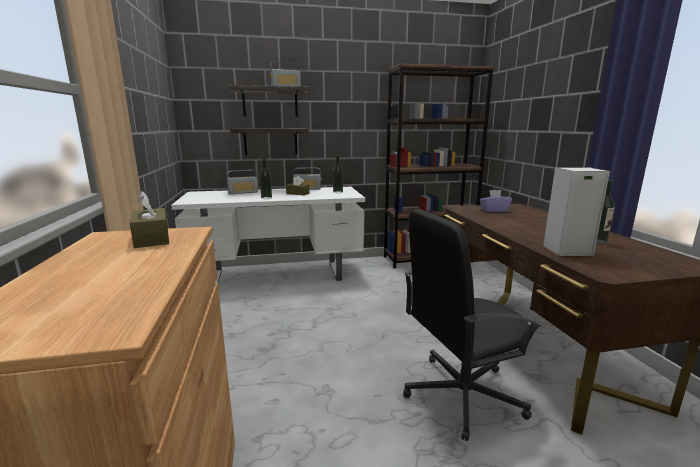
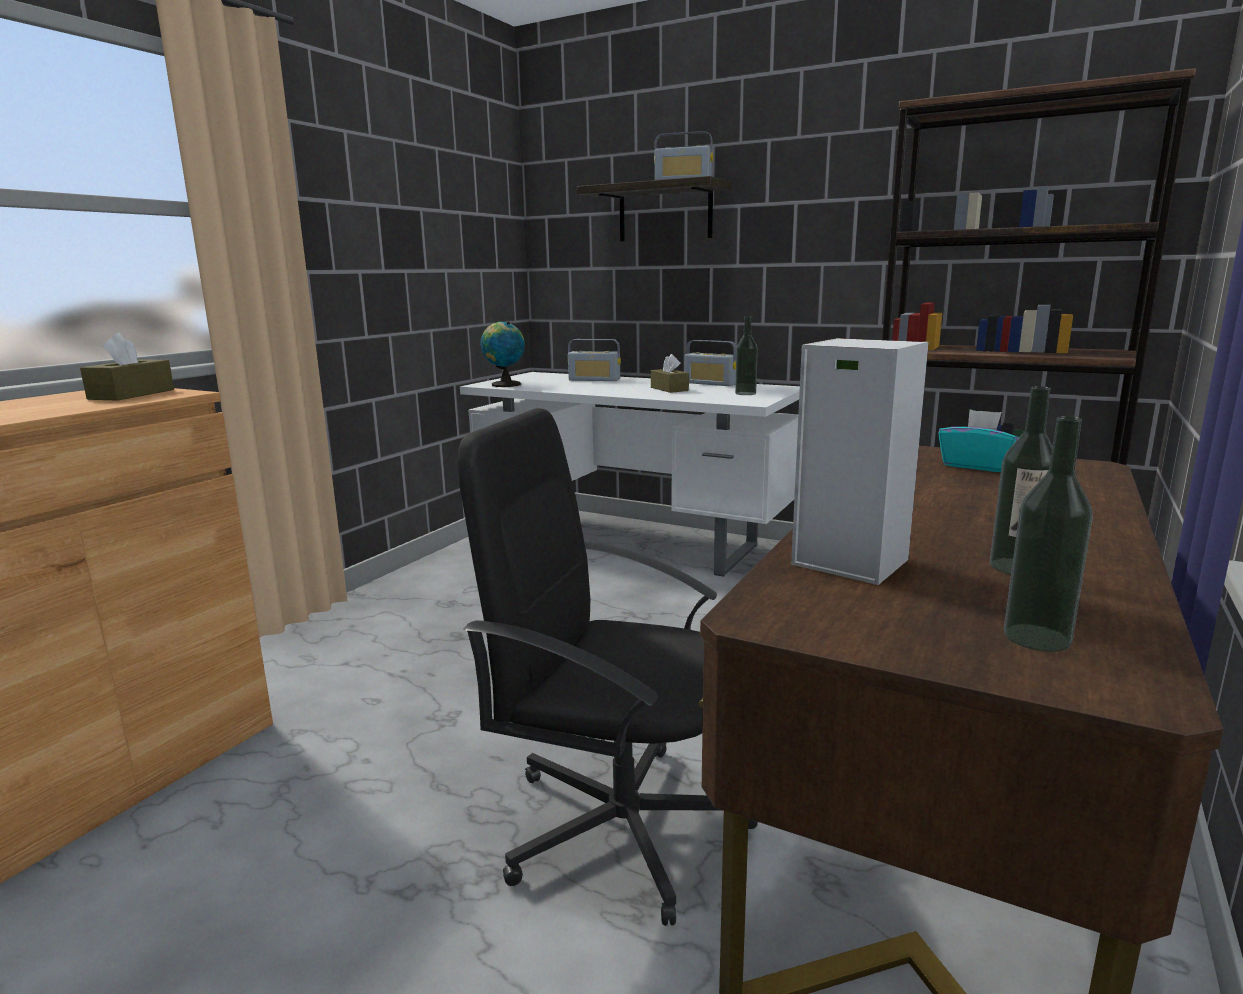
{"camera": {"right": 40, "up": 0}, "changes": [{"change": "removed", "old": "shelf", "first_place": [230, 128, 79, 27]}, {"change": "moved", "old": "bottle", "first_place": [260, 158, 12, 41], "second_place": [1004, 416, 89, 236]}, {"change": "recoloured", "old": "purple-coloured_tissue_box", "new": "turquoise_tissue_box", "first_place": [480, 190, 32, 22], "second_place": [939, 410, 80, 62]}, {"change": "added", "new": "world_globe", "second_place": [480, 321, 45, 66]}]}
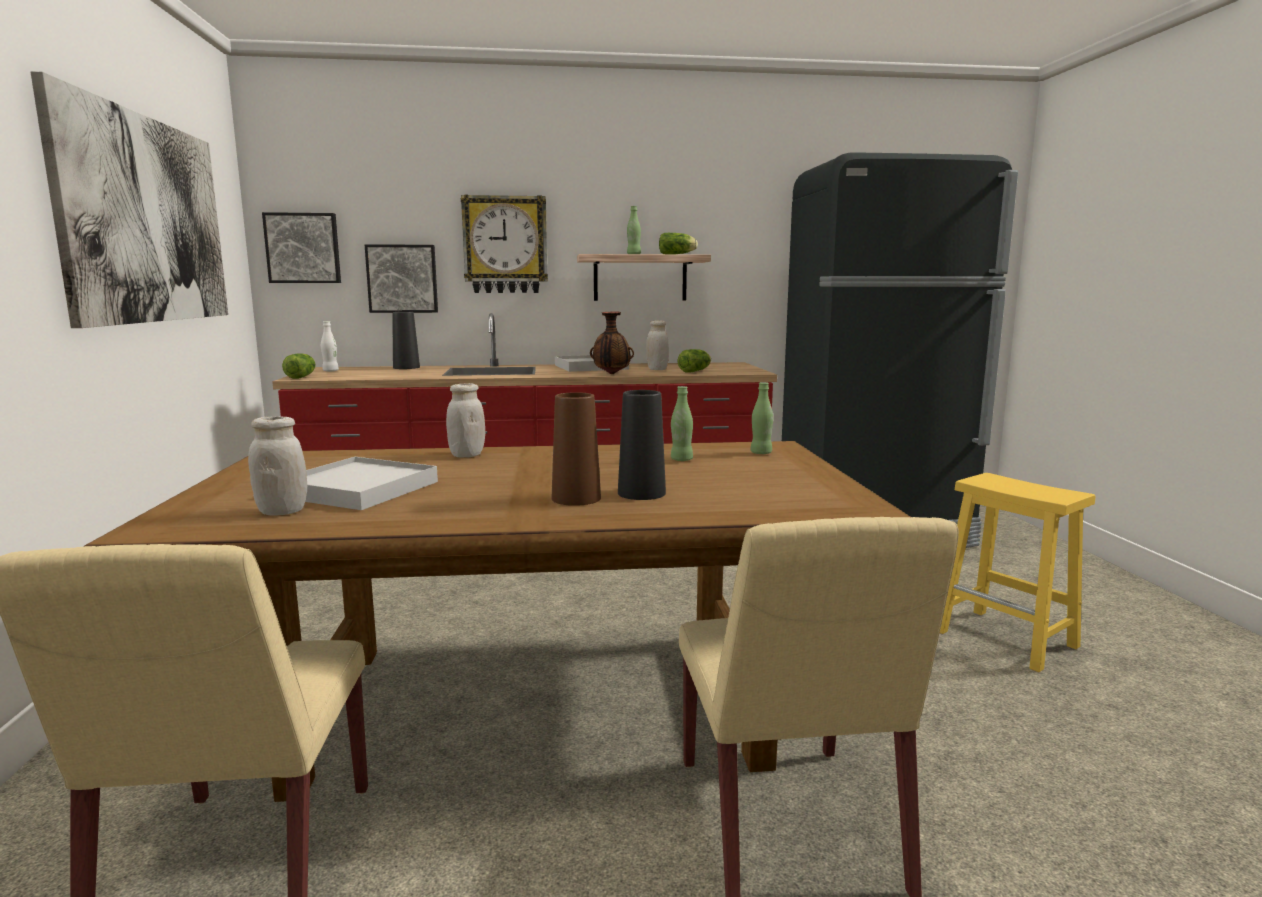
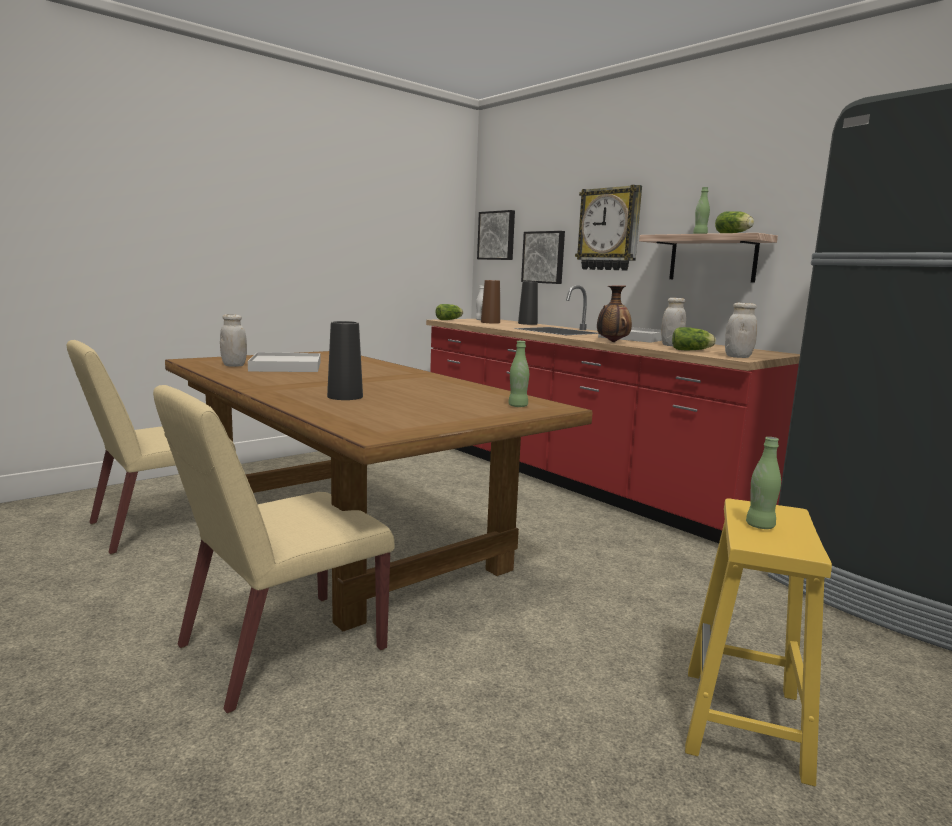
{"camera": {"right": 55, "up": 0}, "changes": [{"change": "removed", "old": "wall_art", "first_place": [31, 71, 197, 257]}, {"change": "moved", "old": "white-coloured_preserve_jar", "first_place": [446, 383, 39, 75], "second_place": [725, 302, 32, 56]}, {"change": "moved", "old": "brown_vase", "first_place": [552, 392, 49, 114], "second_place": [481, 280, 19, 44]}, {"change": "moved", "old": "green_bottle", "first_place": [671, 386, 22, 75], "second_place": [746, 437, 35, 92]}]}
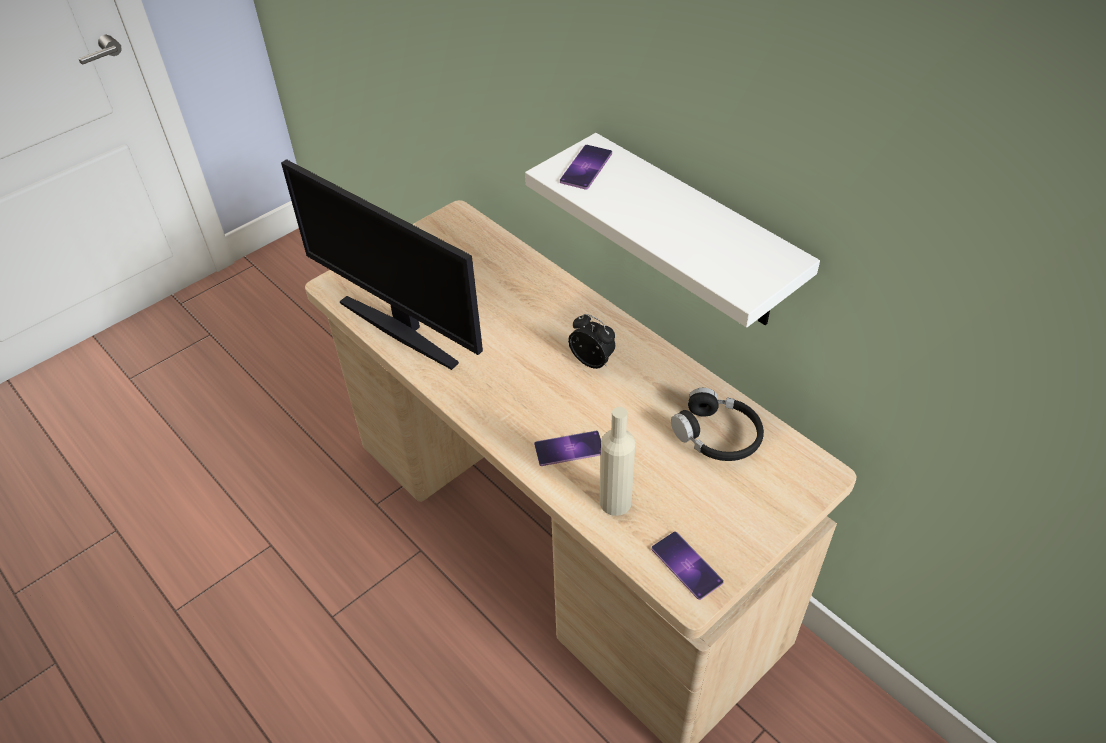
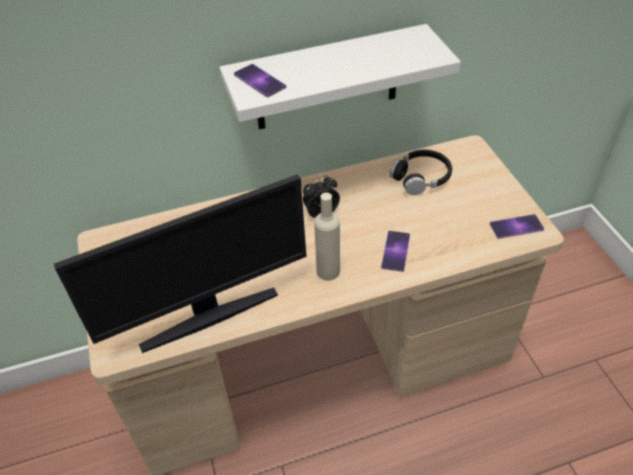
{"camera": {"right": -65, "up": 0}, "changes": [{"change": "moved", "old": "sand-coloured_bottle", "first_place": [600, 407, 36, 109], "second_place": [314, 193, 26, 88]}]}
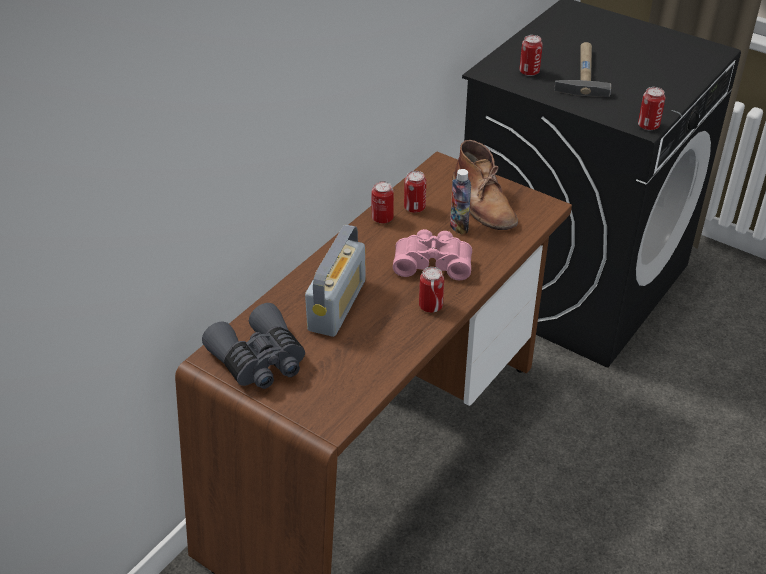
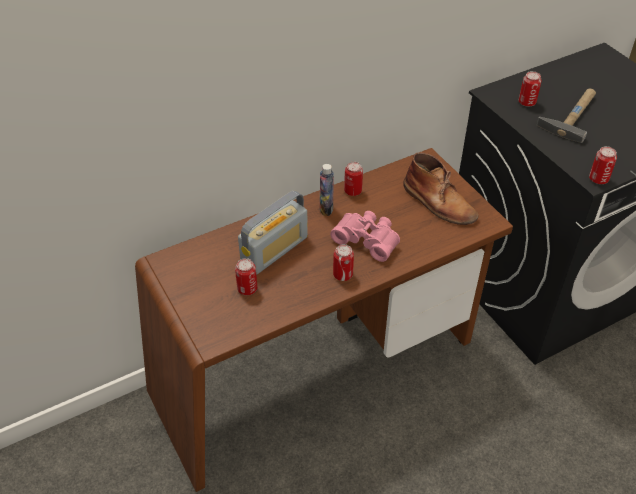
{"camera": {"right": 25, "up": 5}, "changes": [{"change": "removed", "old": "greyish_binoculars", "first_place": [202, 303, 103, 86]}, {"change": "moved", "old": "can", "first_place": [404, 171, 22, 42], "second_place": [235, 258, 22, 37]}, {"change": "moved", "old": "bottle", "first_place": [450, 169, 21, 65], "second_place": [320, 164, 14, 52]}, {"change": "turned", "old": "brown_high-top_boot", "first_place": [452, 140, 66, 90], "second_place": [403, 152, 75, 73], "degrees": -45}]}
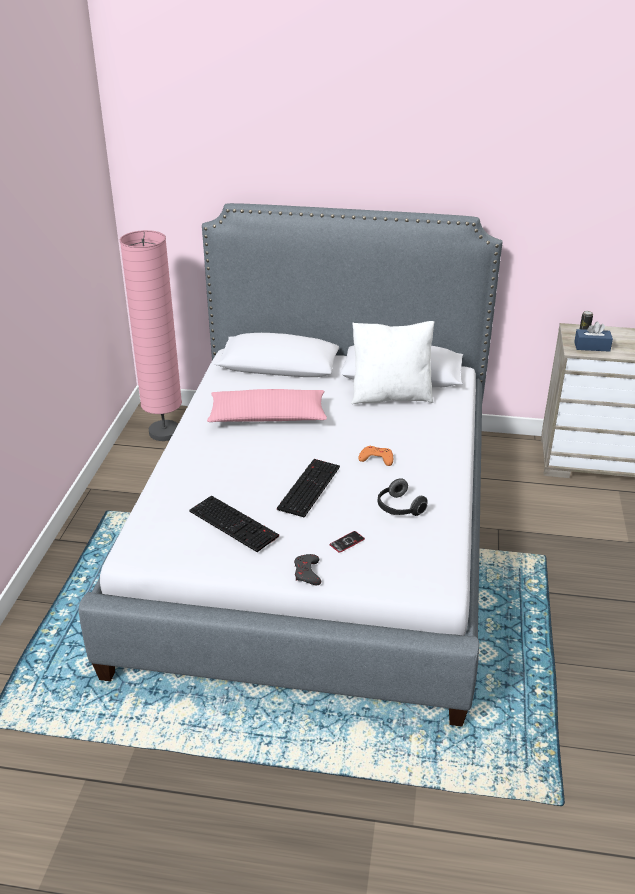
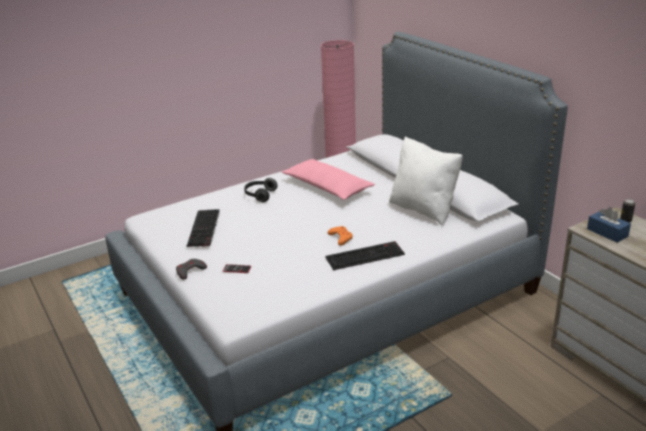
{"camera": {"right": 50, "up": -5}, "changes": [{"change": "moved", "old": "PC_keyboard", "first_place": [277, 459, 63, 59], "second_place": [325, 241, 80, 29]}, {"change": "moved", "old": "headphones", "first_place": [378, 478, 50, 38], "second_place": [244, 178, 33, 24]}]}
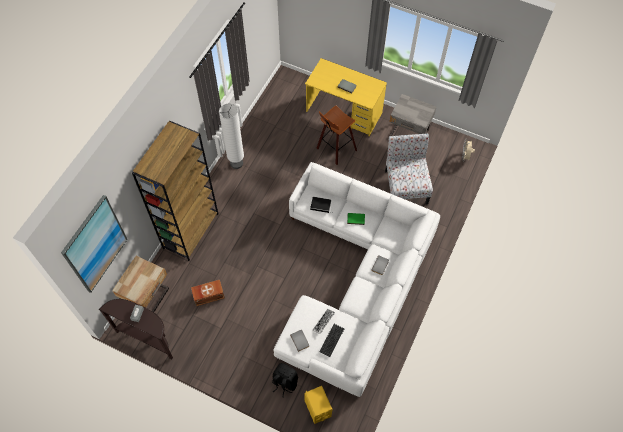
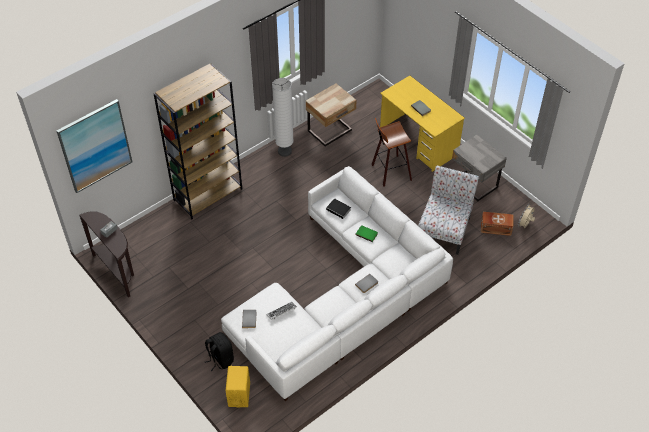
{"camera": {"right": 25, "up": -10}, "changes": [{"change": "moved", "old": "sand-coloured_nightstand", "first_place": [112, 256, 57, 56], "second_place": [306, 83, 51, 64]}, {"change": "moved", "old": "brown_storage_bin", "first_place": [191, 280, 34, 26], "second_place": [481, 212, 33, 24]}, {"change": "removed", "old": "PC_keyboard", "first_place": [319, 324, 25, 33]}]}
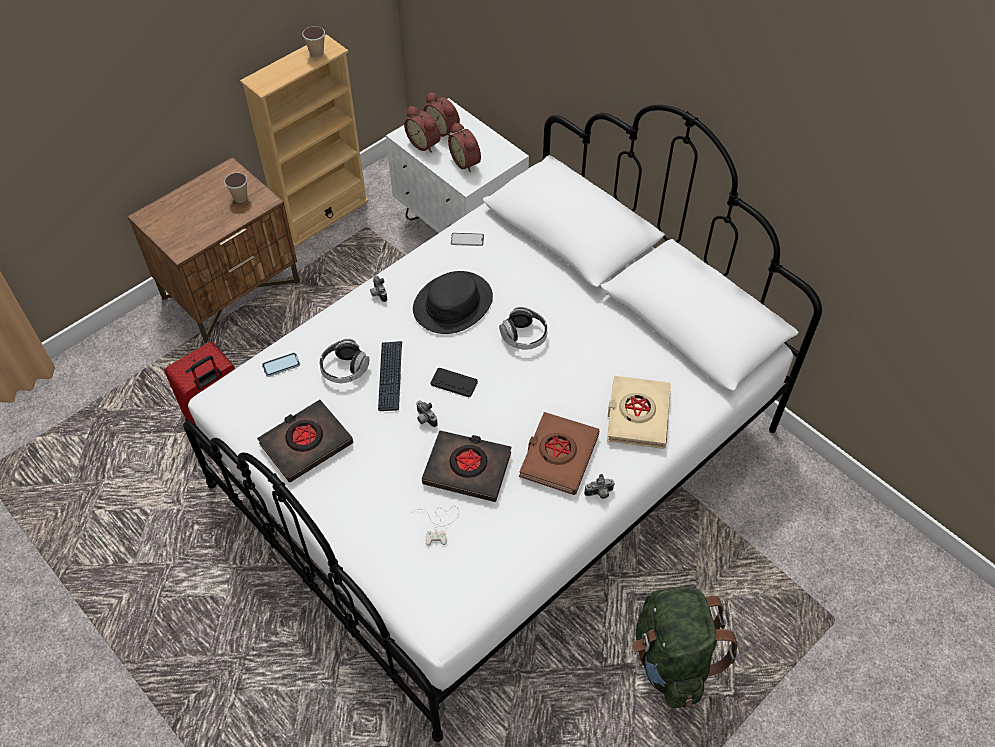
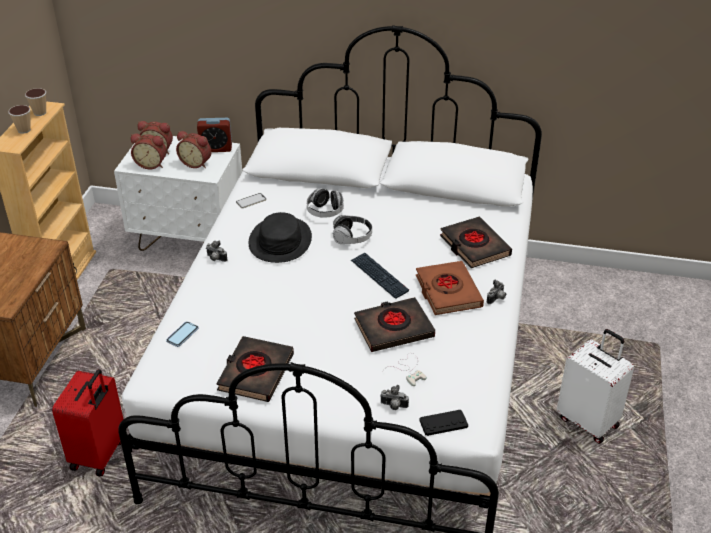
{"camera": {"right": -35, "up": -15}, "changes": [{"change": "moved", "old": "small_cup", "first_place": [224, 173, 23, 30], "second_place": [8, 105, 23, 29]}, {"change": "moved", "old": "headphones", "first_place": [319, 339, 50, 44], "second_place": [307, 188, 37, 30]}, {"change": "moved", "old": "PC_keyboard", "first_place": [378, 341, 24, 70], "second_place": [351, 253, 58, 46]}, {"change": "moved", "old": "photo_camera", "first_place": [416, 400, 22, 27], "second_place": [380, 385, 29, 25]}, {"change": "moved", "old": "black_game_controller", "first_place": [430, 368, 48, 29], "second_place": [419, 410, 49, 26]}, {"change": "recoloured", "old": "sand-coloured_book", "new": "black_book", "first_place": [607, 376, 64, 73], "second_place": [440, 217, 72, 51]}, {"change": "replaced", "old": "green_knapsack", "new": "white-coloured_piece_of_luggage", "first_place": [632, 587, 107, 121], "second_place": [557, 329, 77, 115]}, {"change": "added", "new": "table_clock", "second_place": [197, 118, 35, 34]}]}
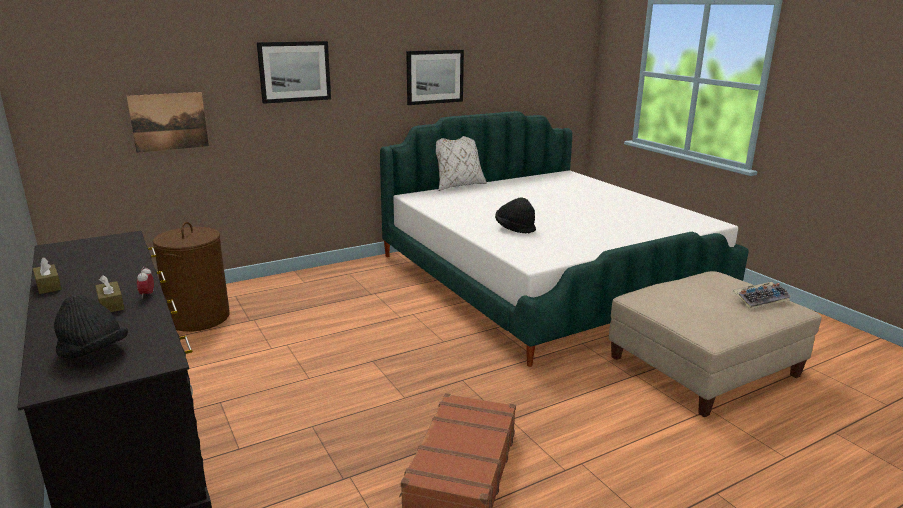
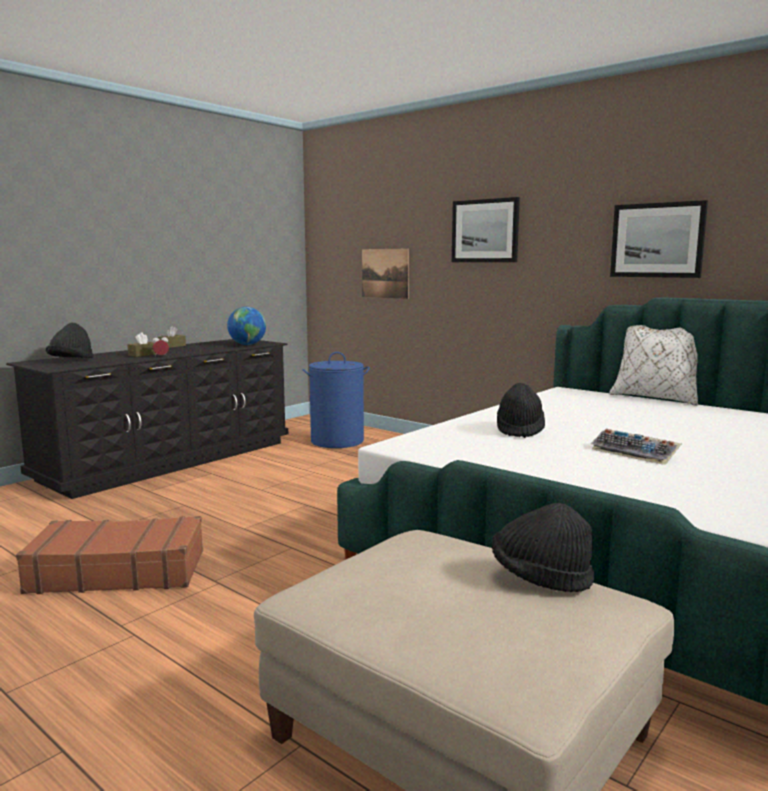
{"camera": {"right": 70, "up": -10}, "changes": [{"change": "recoloured", "old": "brown_washing_basket", "new": "blue-coloured_washing_basket", "first_place": [153, 222, 77, 110], "second_place": [302, 352, 68, 96]}, {"change": "moved", "old": "PC_keyboard", "first_place": [733, 282, 58, 27], "second_place": [591, 429, 90, 36]}, {"change": "added", "new": "world_globe", "second_place": [227, 307, 39, 38]}, {"change": "added", "new": "black_clothing_hat", "second_place": [492, 503, 102, 89]}]}
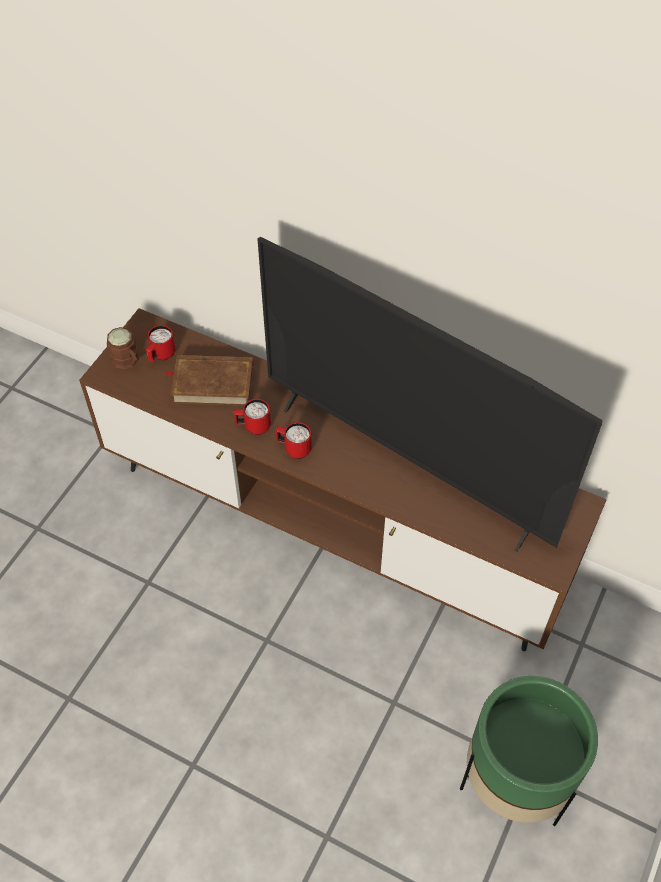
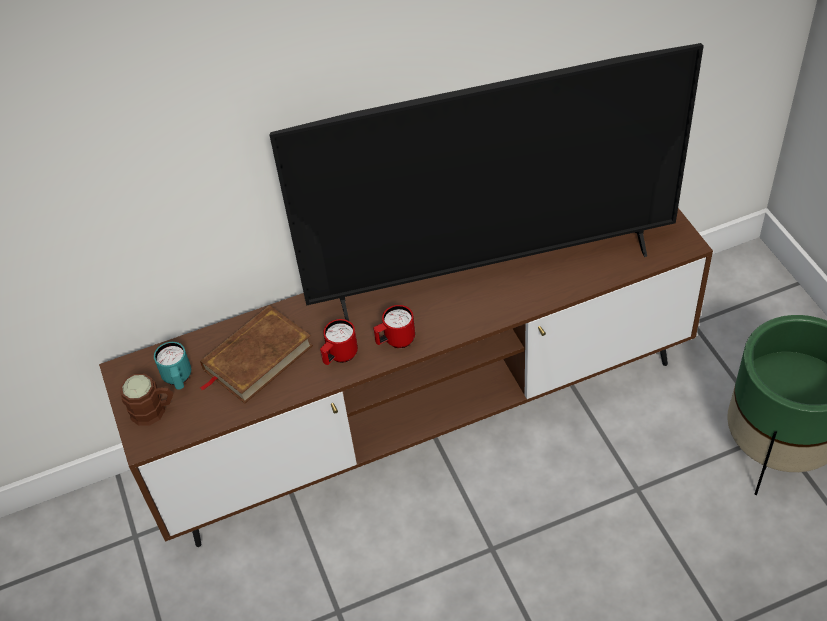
{"camera": {"right": -45, "up": -5}, "changes": [{"change": "recoloured", "old": "red-coloured_tea_mug", "new": "turquoise_tea_mug", "first_place": [146, 325, 30, 37], "second_place": [154, 342, 37, 48]}]}
